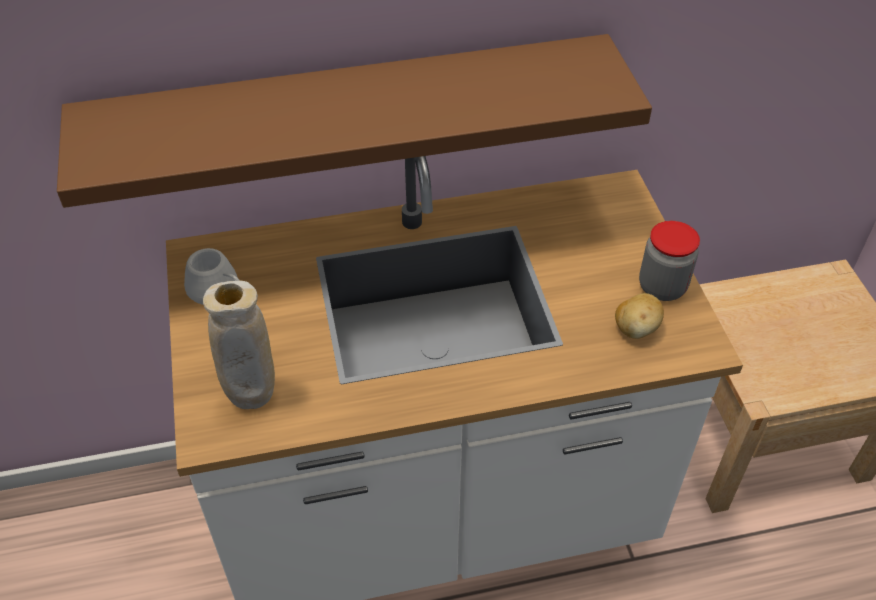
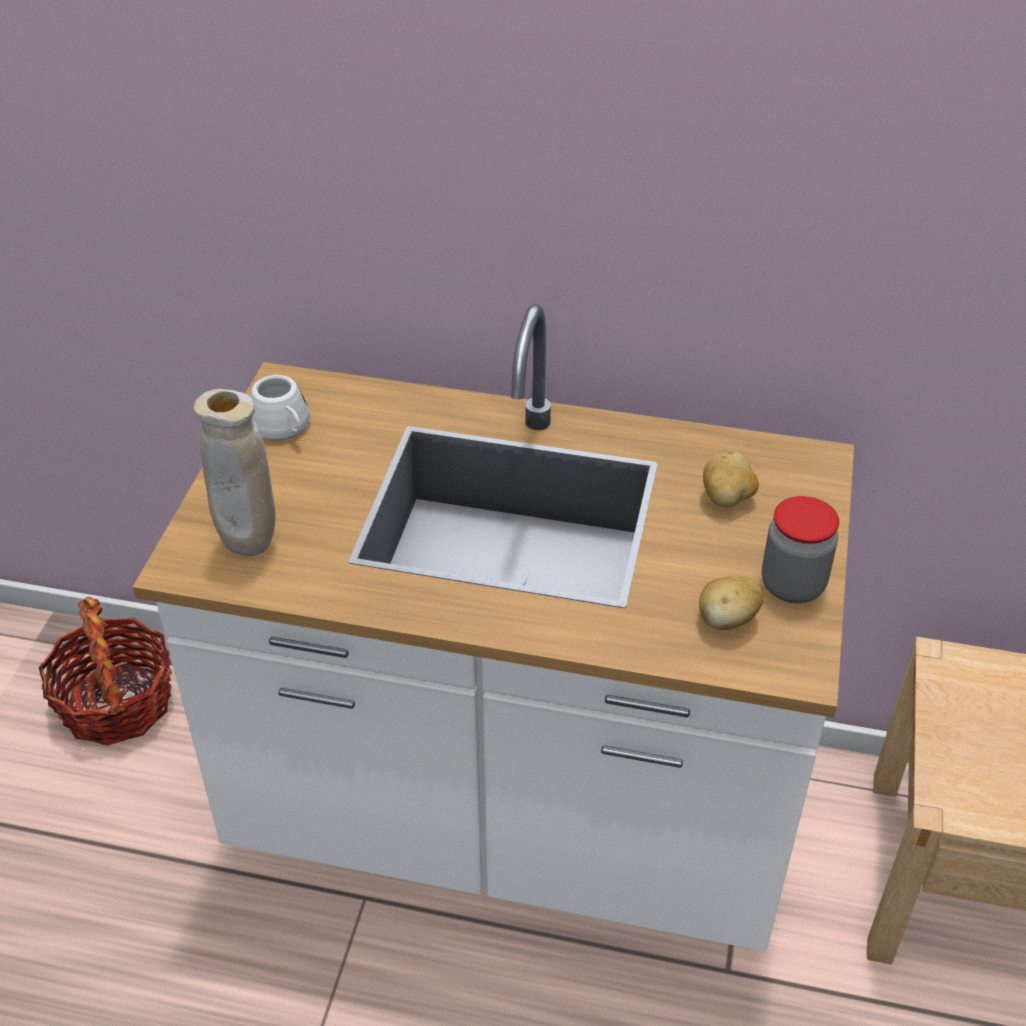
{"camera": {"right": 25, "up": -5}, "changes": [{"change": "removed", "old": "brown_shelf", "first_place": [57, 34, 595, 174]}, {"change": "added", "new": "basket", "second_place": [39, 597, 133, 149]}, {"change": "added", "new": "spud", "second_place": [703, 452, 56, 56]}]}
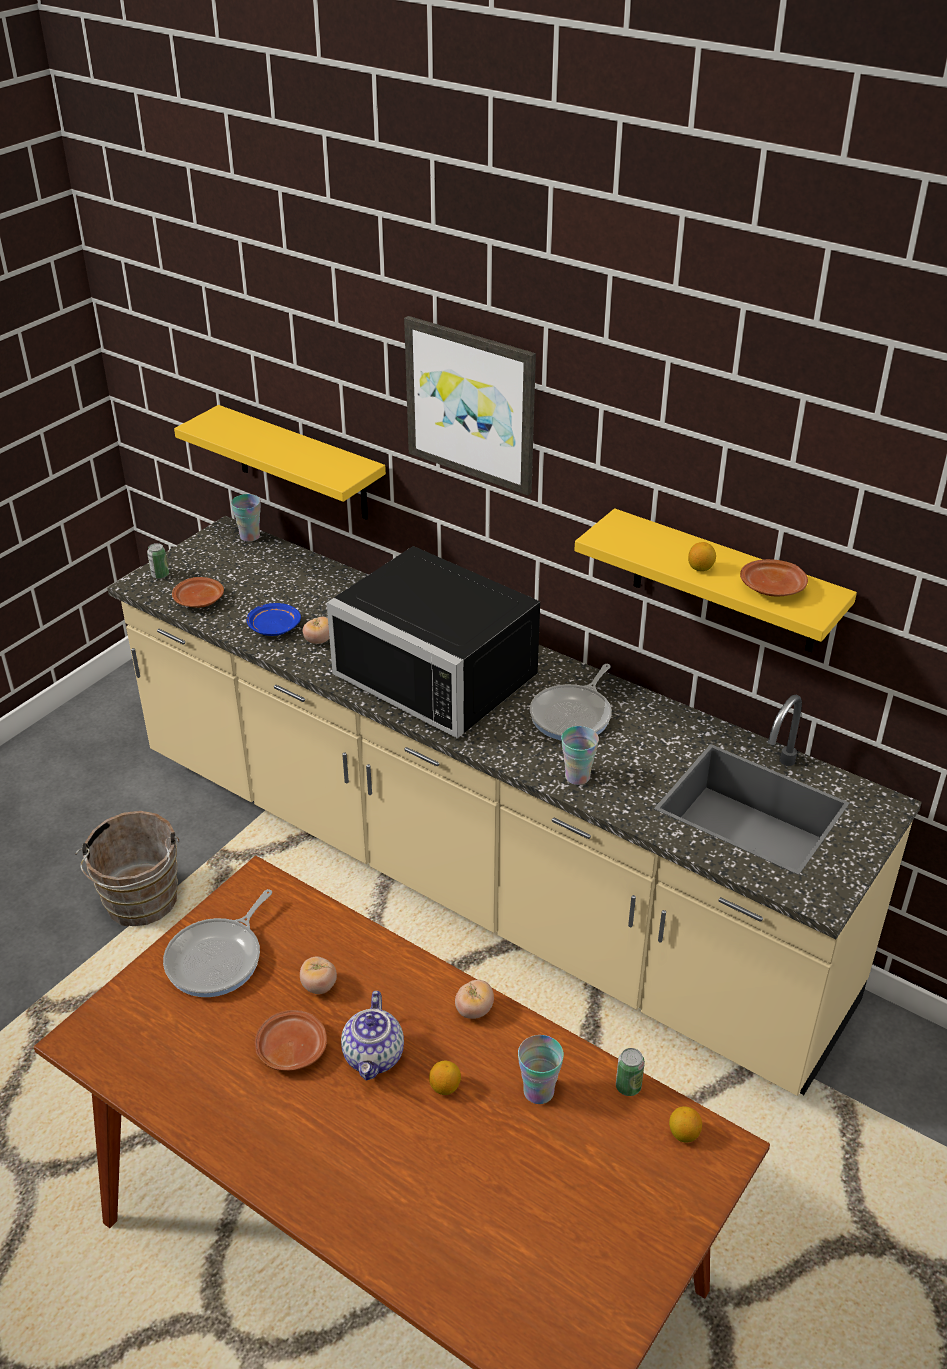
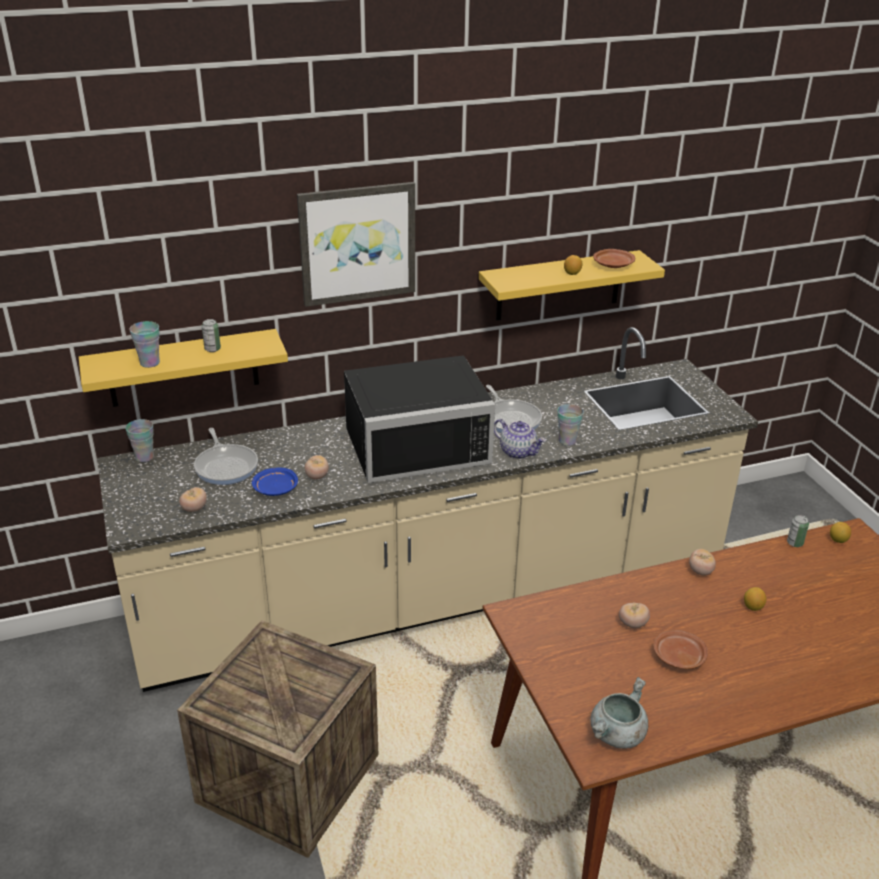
{"camera": {"right": -55, "up": -5}, "changes": [{"change": "replaced", "old": "brown_bucket", "new": "crate", "first_place": [75, 811, 104, 115], "second_place": [177, 620, 201, 238]}, {"change": "moved", "old": "can", "first_place": [147, 543, 22, 36], "second_place": [202, 319, 19, 33]}, {"change": "moved", "old": "pan", "first_place": [163, 889, 109, 108], "second_place": [194, 428, 64, 57]}, {"change": "replaced", "old": "brown_plate", "new": "fresh_tomato", "first_place": [172, 577, 52, 31], "second_place": [179, 487, 28, 25]}, {"change": "moved", "old": "tea_pot", "first_place": [341, 991, 63, 89], "second_place": [494, 419, 52, 40]}, {"change": "moved", "old": "small_cup", "first_place": [518, 1035, 46, 69], "second_place": [129, 321, 31, 47]}, {"change": "added", "new": "greyish_saucepot", "second_place": [590, 677, 58, 72]}]}
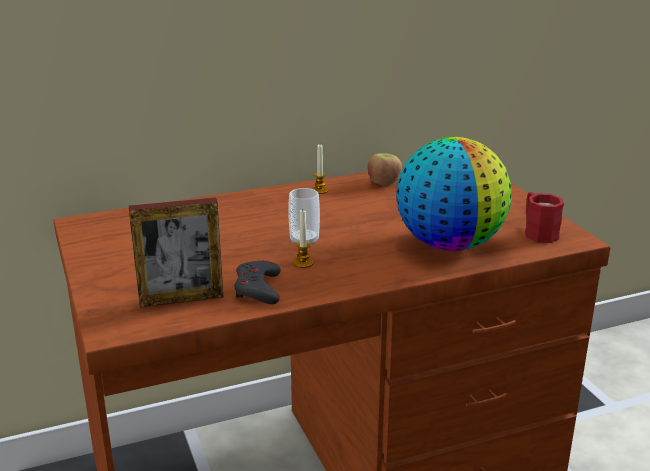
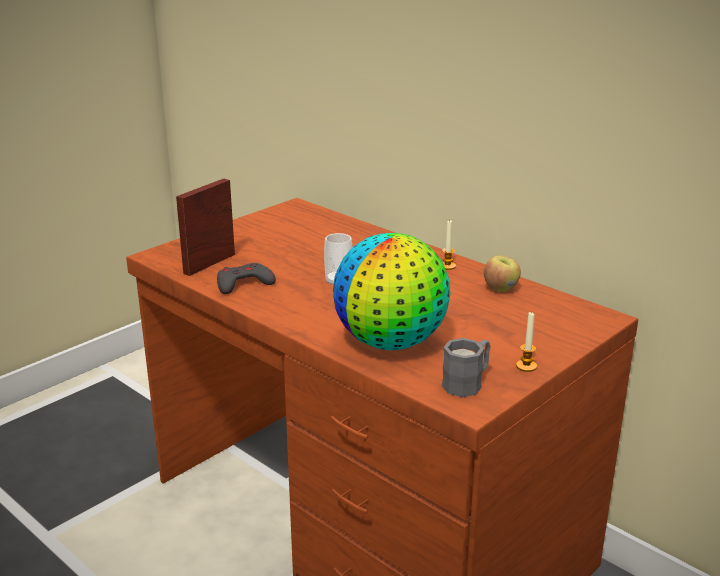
{"camera": {"right": 65, "up": 0}, "changes": [{"change": "turned", "old": "picture_frame", "first_place": [129, 198, 94, 109], "second_place": [176, 178, 59, 98], "degrees": 75}, {"change": "moved", "old": "wax_light", "first_place": [293, 209, 20, 59], "second_place": [516, 312, 21, 60]}, {"change": "recoloured", "old": "red-coloured_tea_mug", "new": "greyish_tea_mug", "first_place": [525, 192, 39, 51], "second_place": [442, 338, 48, 59]}]}
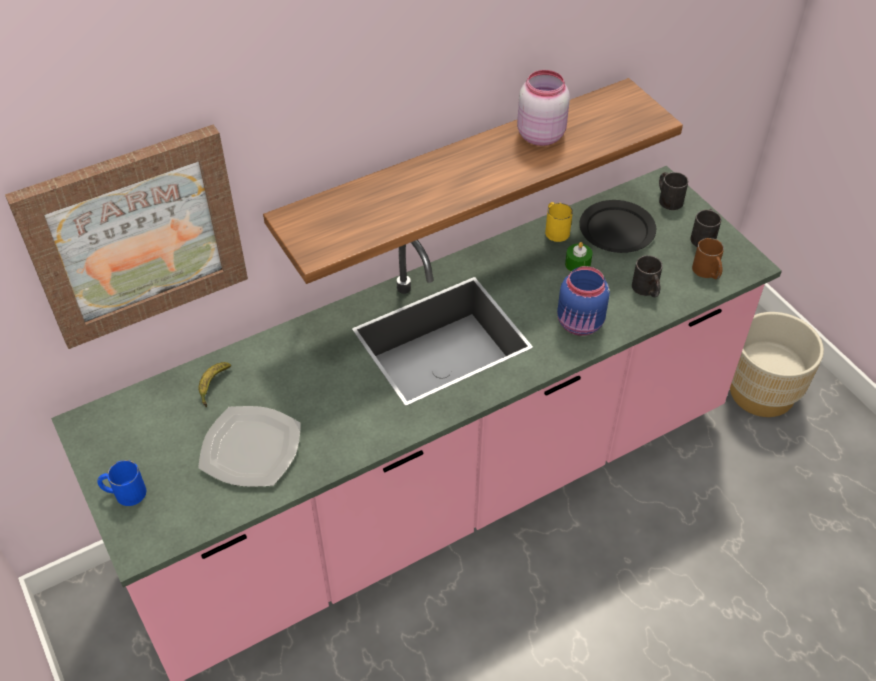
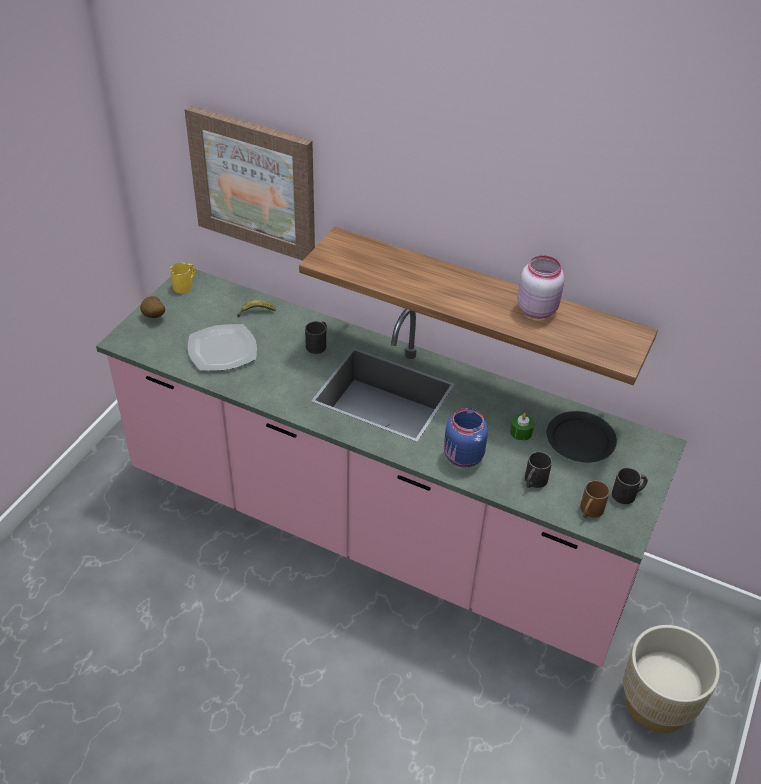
{"camera": {"right": 55, "up": -5}, "changes": [{"change": "replaced", "old": "blue-coloured_tea_mug", "new": "spud", "first_place": [97, 460, 49, 46], "second_place": [140, 296, 25, 22]}, {"change": "moved", "old": "yellowish_tea_mug", "first_place": [545, 202, 28, 40], "second_place": [170, 263, 25, 30]}, {"change": "moved", "old": "black_tea_mug", "first_place": [659, 172, 29, 38], "second_place": [305, 321, 22, 33]}]}
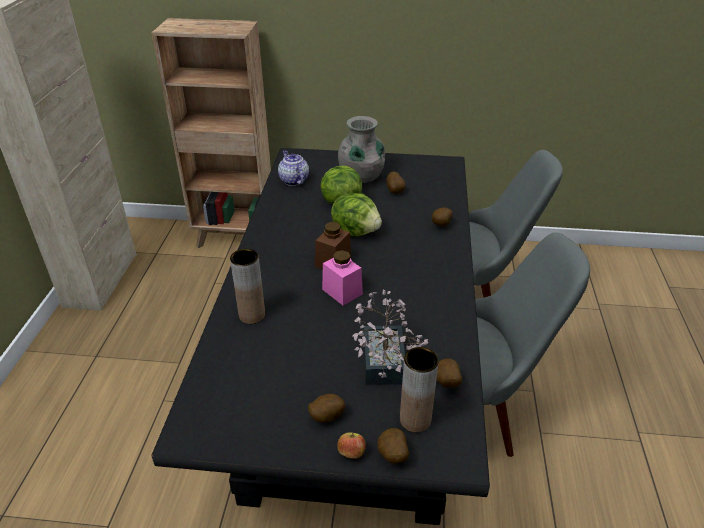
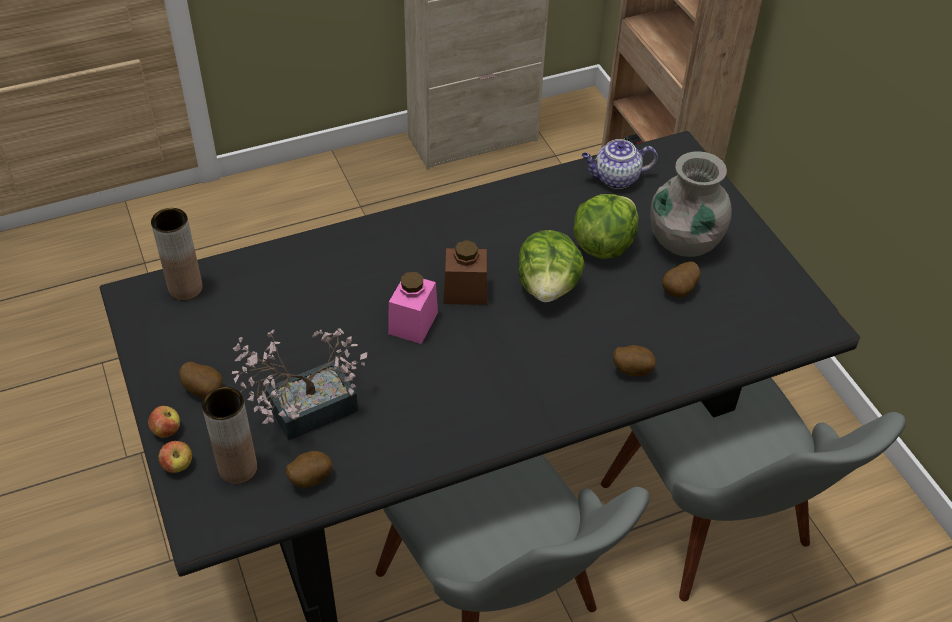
{"camera": {"right": 60, "up": 10}, "changes": [{"change": "moved", "old": "brown_vase", "first_place": [230, 249, 35, 75], "second_place": [151, 208, 52, 92]}, {"change": "turned", "old": "tea_pot", "first_place": [278, 150, 31, 36], "second_place": [581, 139, 76, 50], "degrees": -135}, {"change": "replaced", "old": "spud", "new": "whole_apple", "first_place": [377, 428, 32, 35], "second_place": [159, 441, 33, 32]}]}
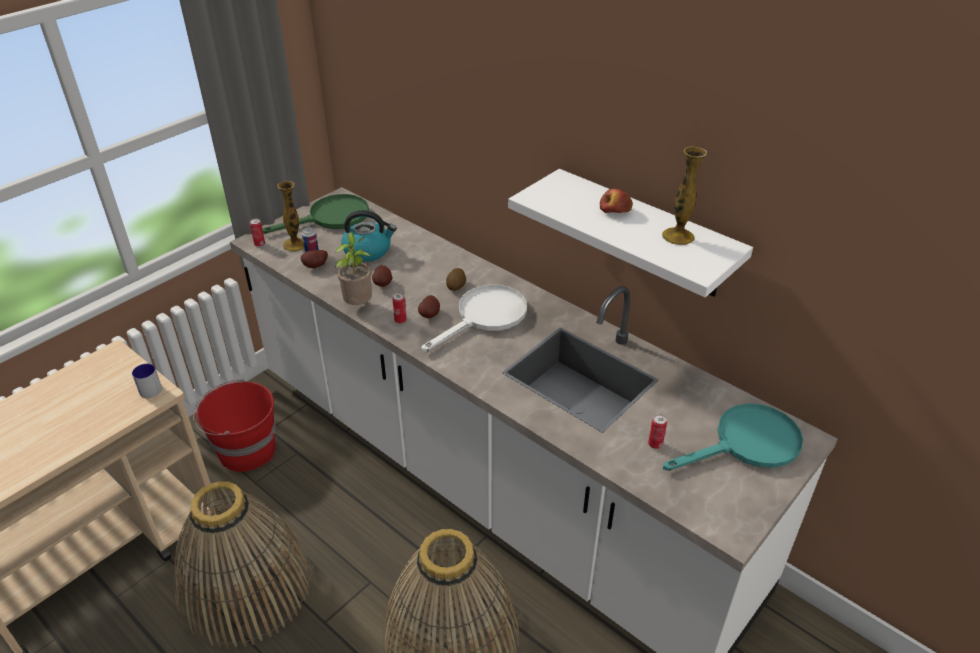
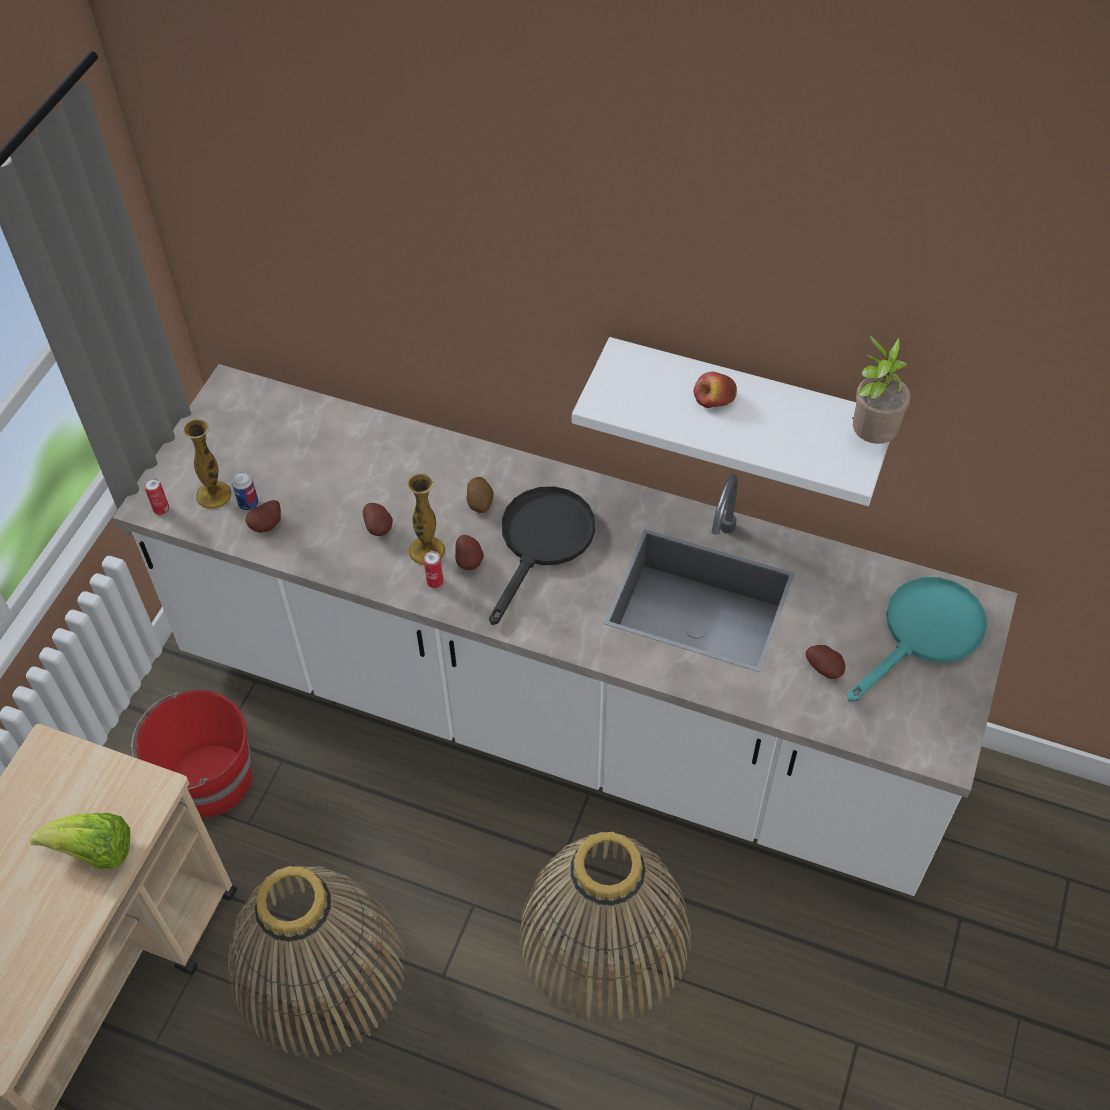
{"camera": {"right": -20, "up": 15}, "changes": [{"change": "removed", "old": "tea_mug", "first_place": [132, 364, 30, 34]}, {"change": "removed", "old": "green_pan", "first_place": [262, 194, 107, 40]}, {"change": "moved", "old": "houseplant", "first_place": [334, 232, 38, 73], "second_place": [852, 334, 59, 110]}, {"change": "removed", "old": "kettle", "first_place": [341, 210, 56, 52]}, {"change": "recoloured", "old": "white-coloured_pan", "new": "black_pan", "first_place": [422, 285, 105, 67], "second_place": [489, 486, 106, 139]}, {"change": "replaced", "old": "can", "new": "spud", "first_place": [648, 414, 19, 35], "second_place": [806, 645, 39, 34]}, {"change": "moved", "old": "vase", "first_place": [662, 147, 45, 98], "second_place": [407, 473, 38, 93]}, {"change": "added", "new": "head_of_lettuce", "second_place": [30, 813, 100, 57]}]}
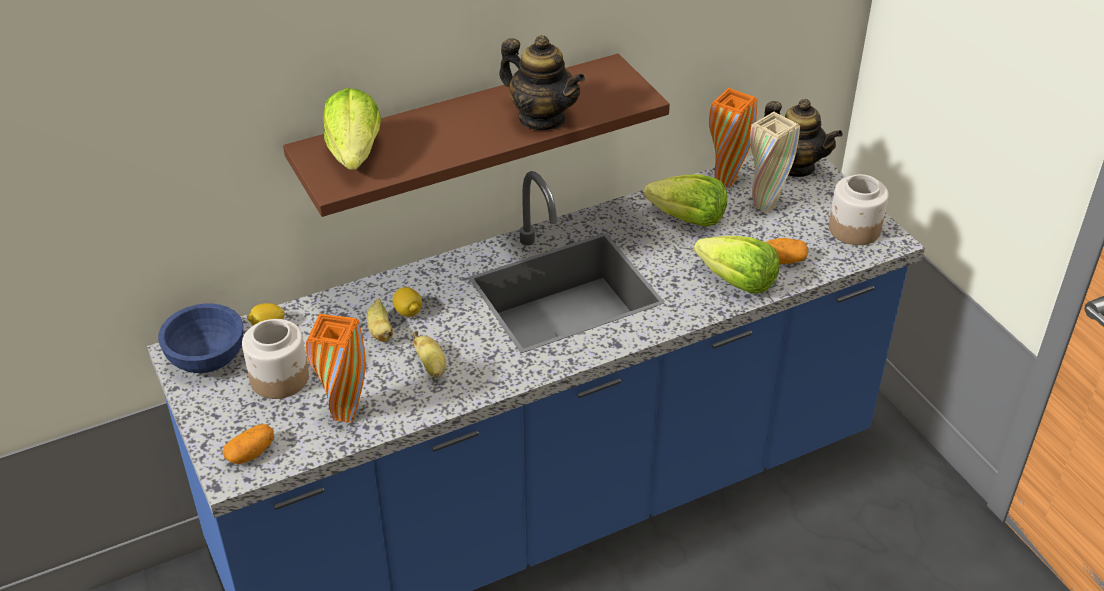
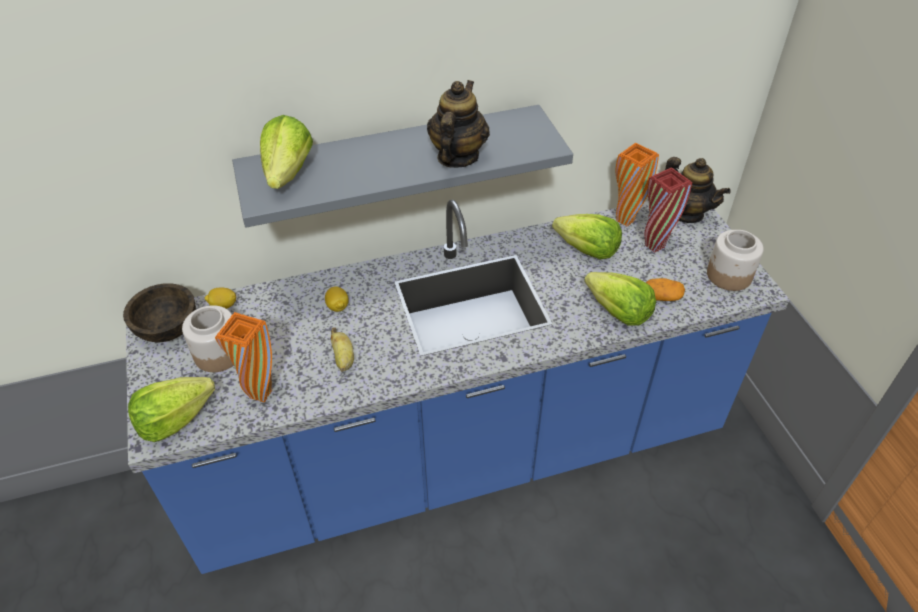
{"camera": {"right": 10, "up": 5}, "changes": [{"change": "recoloured", "old": "blue-coloured_bowl", "new": "brown_bowl", "first_place": [158, 303, 85, 70], "second_place": [123, 283, 73, 59]}, {"change": "replaced", "old": "spud", "new": "head_of_lettuce", "first_place": [222, 424, 52, 40], "second_place": [128, 377, 87, 65]}, {"change": "recoloured", "old": "brown_shelf", "new": "greyish_shelf", "first_place": [283, 54, 387, 163], "second_place": [232, 105, 341, 123]}, {"change": "removed", "old": "banana_fruit", "first_place": [367, 299, 26, 43]}, {"change": "turned", "old": "tea_pot", "first_place": [499, 35, 86, 95], "second_place": [427, 80, 63, 88], "degrees": -120}, {"change": "recoloured", "old": "sand-coloured_vase", "new": "red-coloured_vase", "first_place": [750, 112, 50, 101], "second_place": [645, 167, 47, 86]}]}
